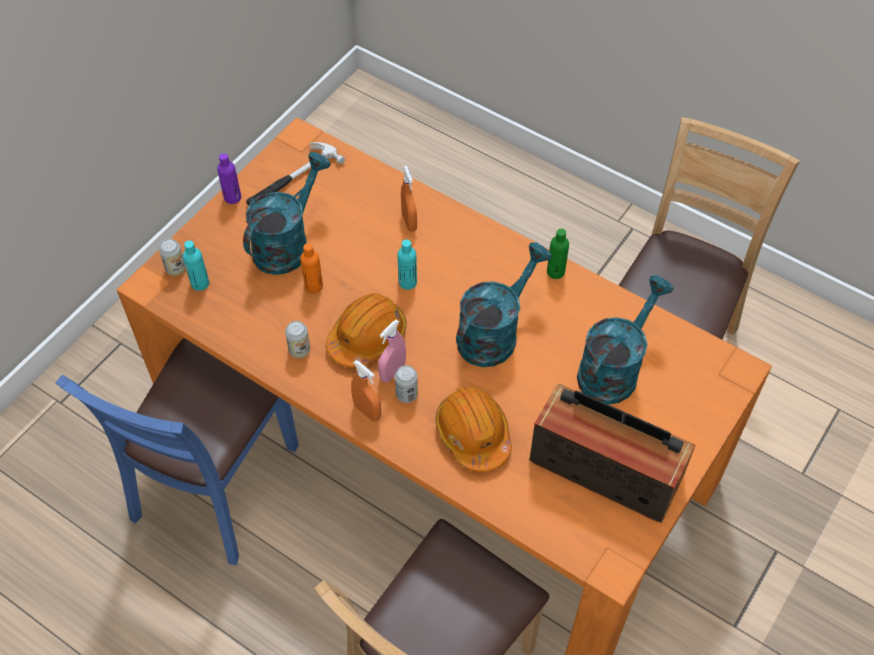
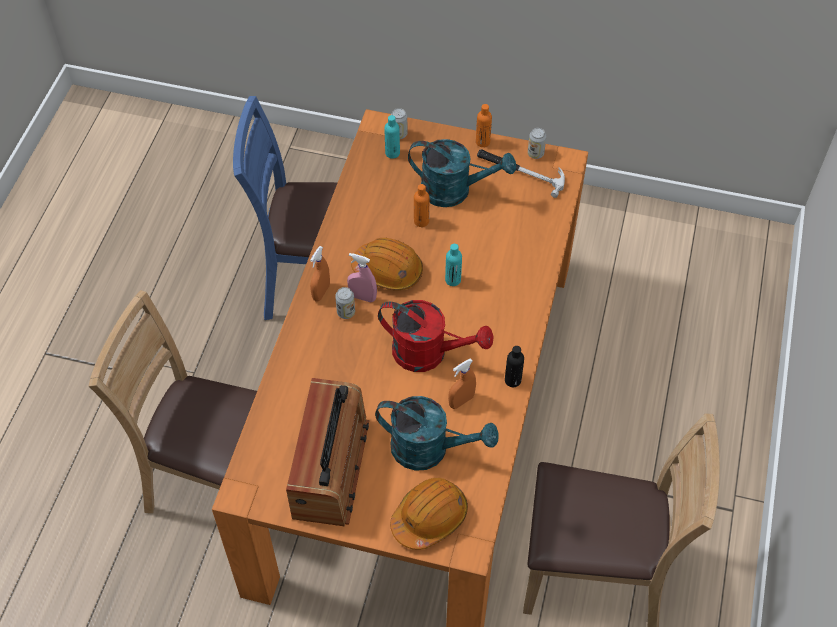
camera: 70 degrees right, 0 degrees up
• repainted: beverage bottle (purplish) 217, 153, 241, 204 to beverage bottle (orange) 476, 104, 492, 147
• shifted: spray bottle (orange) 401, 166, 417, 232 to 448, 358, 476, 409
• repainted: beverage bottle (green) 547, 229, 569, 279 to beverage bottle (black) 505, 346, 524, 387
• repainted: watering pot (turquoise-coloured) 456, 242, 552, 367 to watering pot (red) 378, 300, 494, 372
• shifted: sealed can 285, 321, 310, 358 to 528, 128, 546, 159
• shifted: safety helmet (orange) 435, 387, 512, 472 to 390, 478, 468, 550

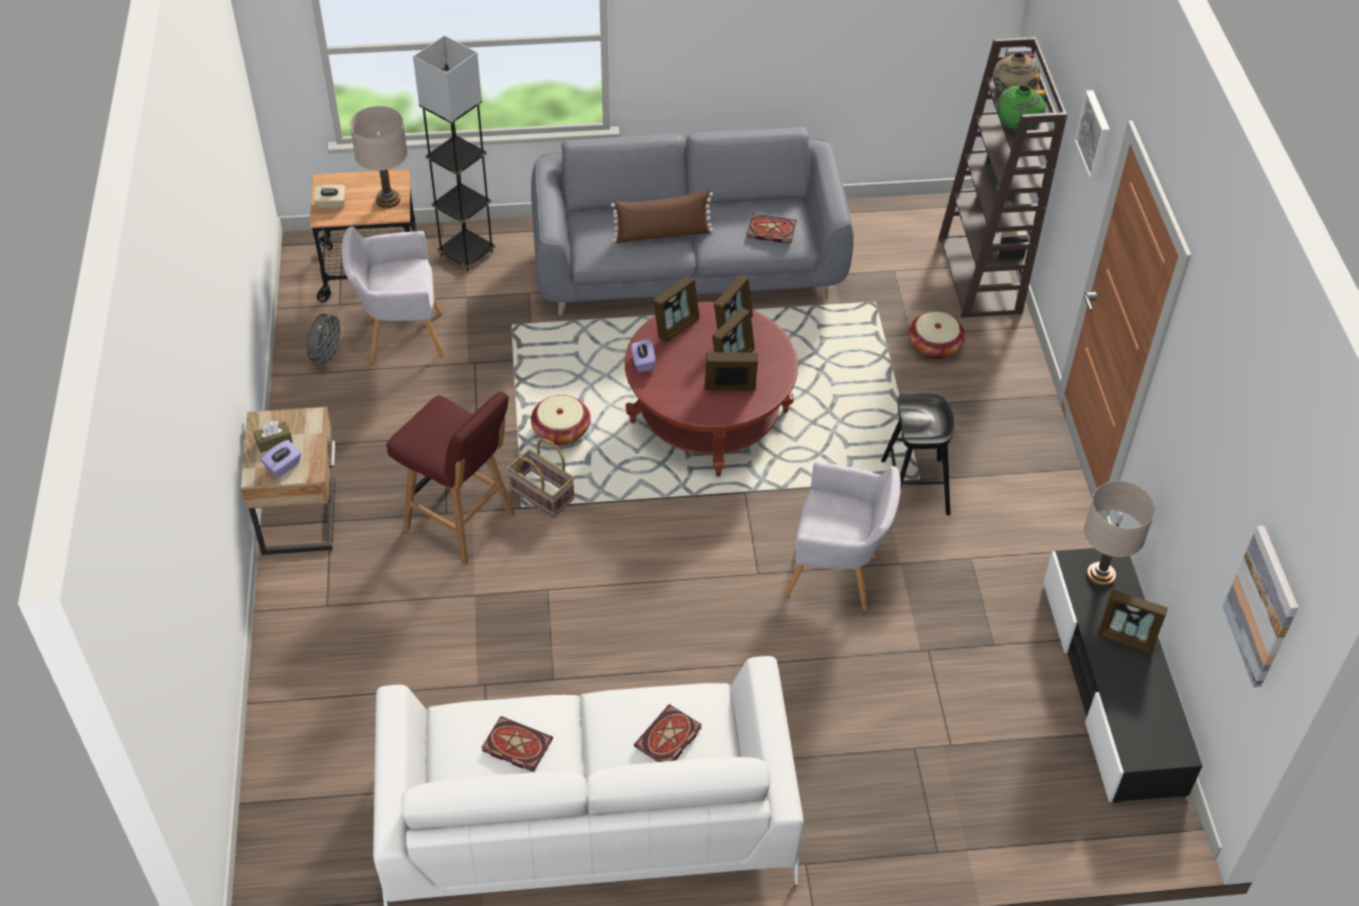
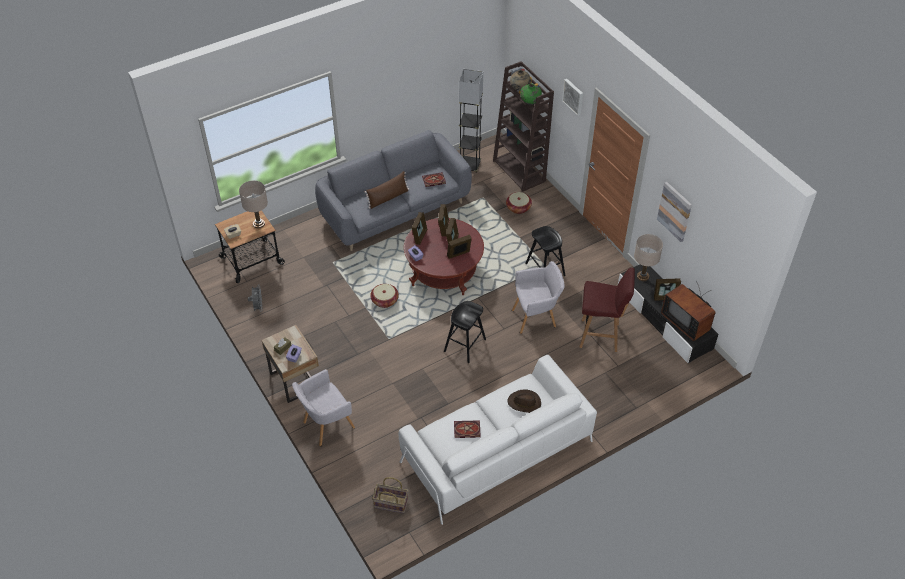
camera: 25 degrees left, 0 degrees up
• shifted: standing lamp (grey) 413, 35, 495, 271 to 459, 69, 483, 173
• shifted: easy chair (grey) 341, 227, 444, 364 to 292, 369, 355, 446
• shifted: stool seat (red) 387, 391, 515, 566 to 579, 268, 635, 352
• shifted: household basket 508, 439, 574, 518 to 372, 477, 408, 514
• shifted: wall picture 1223, 526, 1298, 687 to 657, 182, 692, 242
• swapped: bound book 634, 704, 702, 762 to hat (brownish) 507, 389, 541, 413
• new: TV set 661, 279, 716, 341
• new: stool seat (black) 444, 301, 486, 363

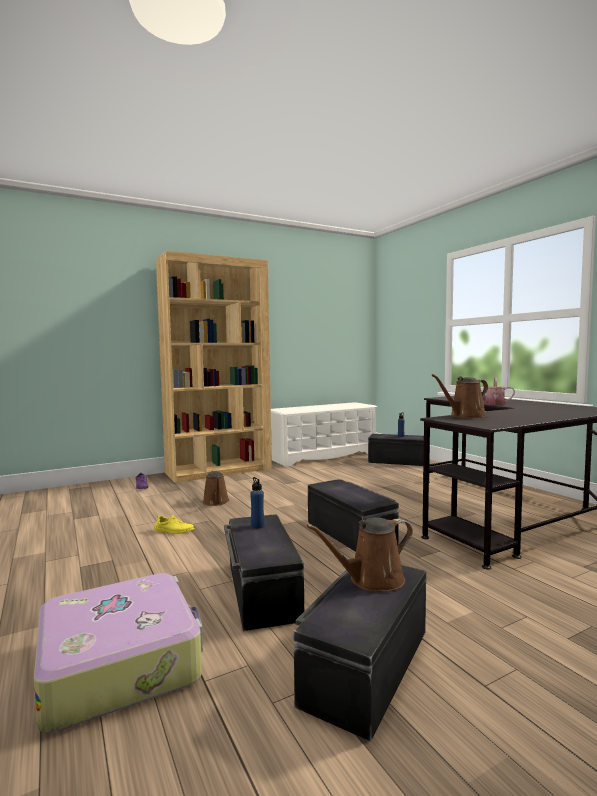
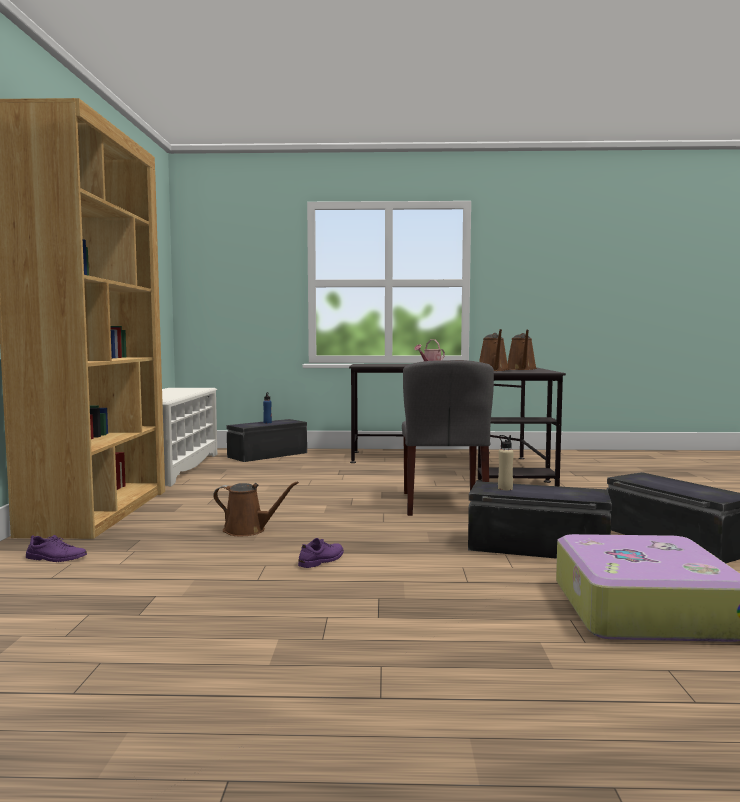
camera: 60 degrees left, 0 degrees up
• repainted: beverage bottle (bluish) 250, 477, 264, 529 to beverage bottle (sand-coloured) 498, 435, 514, 490
• swapped: storage bin (black) 308, 479, 399, 552 to chair (grey) 402, 360, 494, 516
• repainted: shoe (yellowish) 154, 515, 195, 534 to shoe (purplish) 298, 538, 344, 568
• shifted: watering pot (brownish) 307, 517, 413, 591 to 508, 330, 537, 370

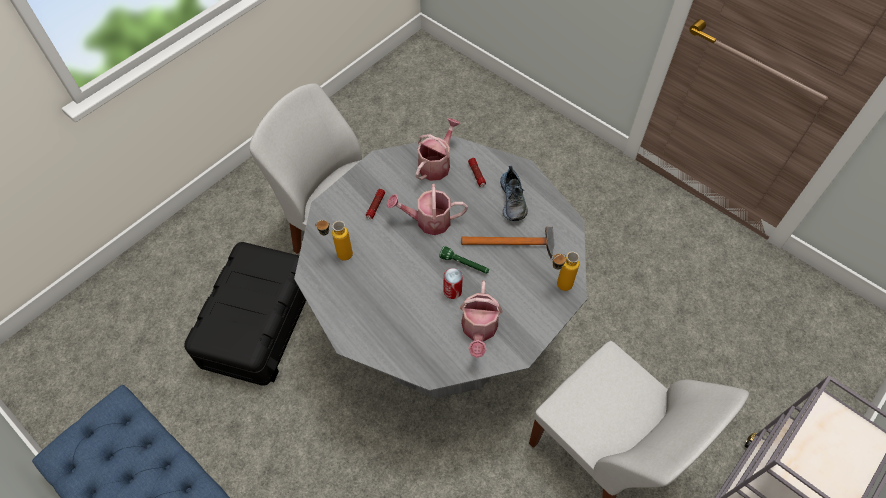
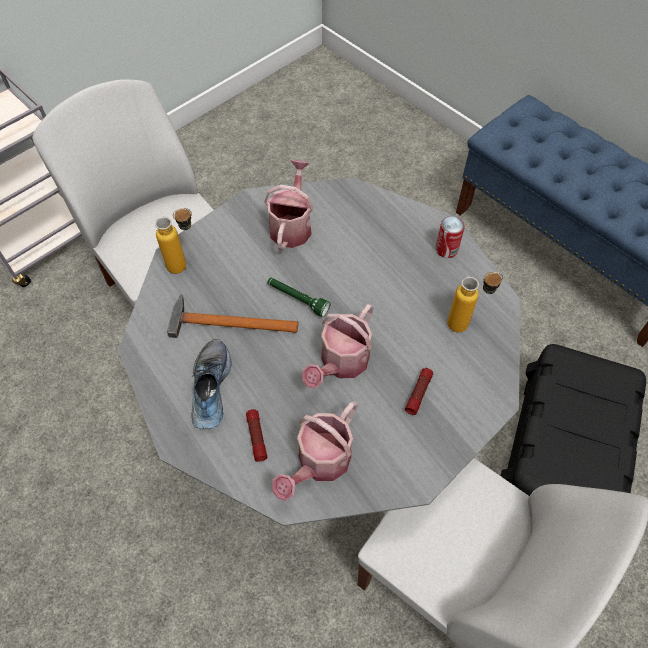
camera: 175 degrees left, 0 degrees up
• rotated: watering pot 387, 184, 468, 235 = 302, 304, 374, 389 120 degrees clockwise
• shifted: sealed can 444, 268, 463, 299 to 436, 216, 465, 258

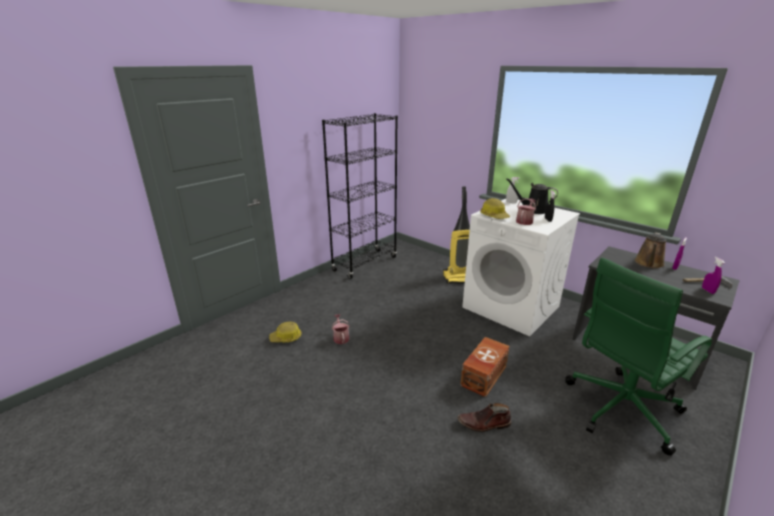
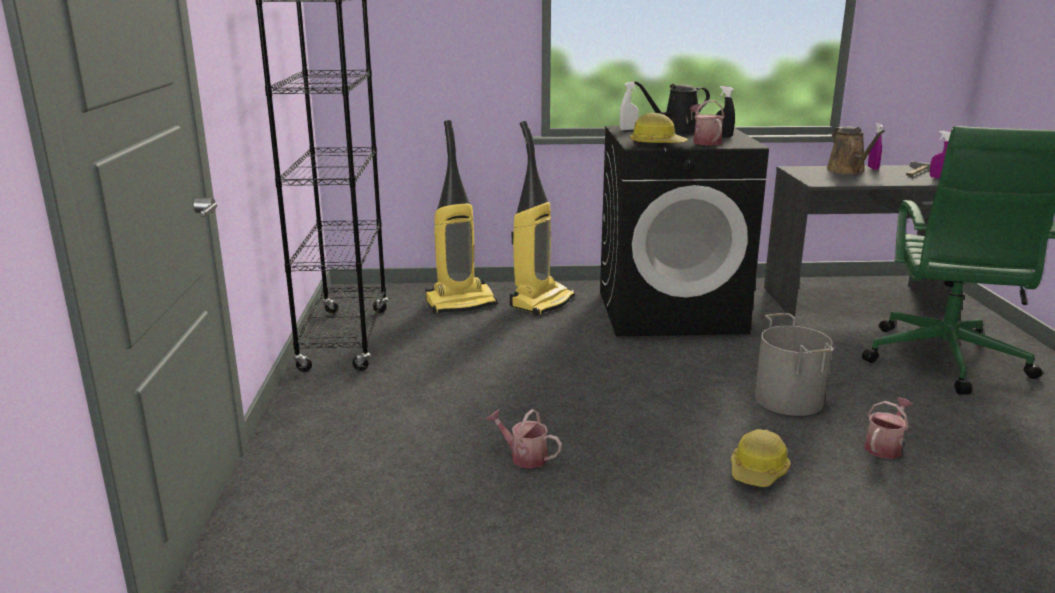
camera: 45 degrees left, 5 degrees down
• repainted: washing machine (white-coloured) 462, 199, 580, 336 to washing machine (black) 600, 126, 769, 336
• shifted: safety helmet 269, 321, 302, 342 to 731, 429, 791, 487
• swapped: storage bin (brownish) 460, 337, 510, 397 to water bucket (grey) 755, 313, 834, 416
• swapped: boot (brownish) 457, 403, 511, 432 to watering pot 864, 397, 912, 459
• new: vacuum cleaner 425, 120, 497, 314

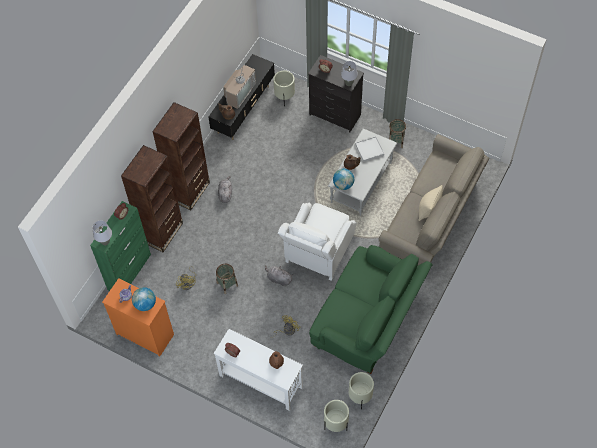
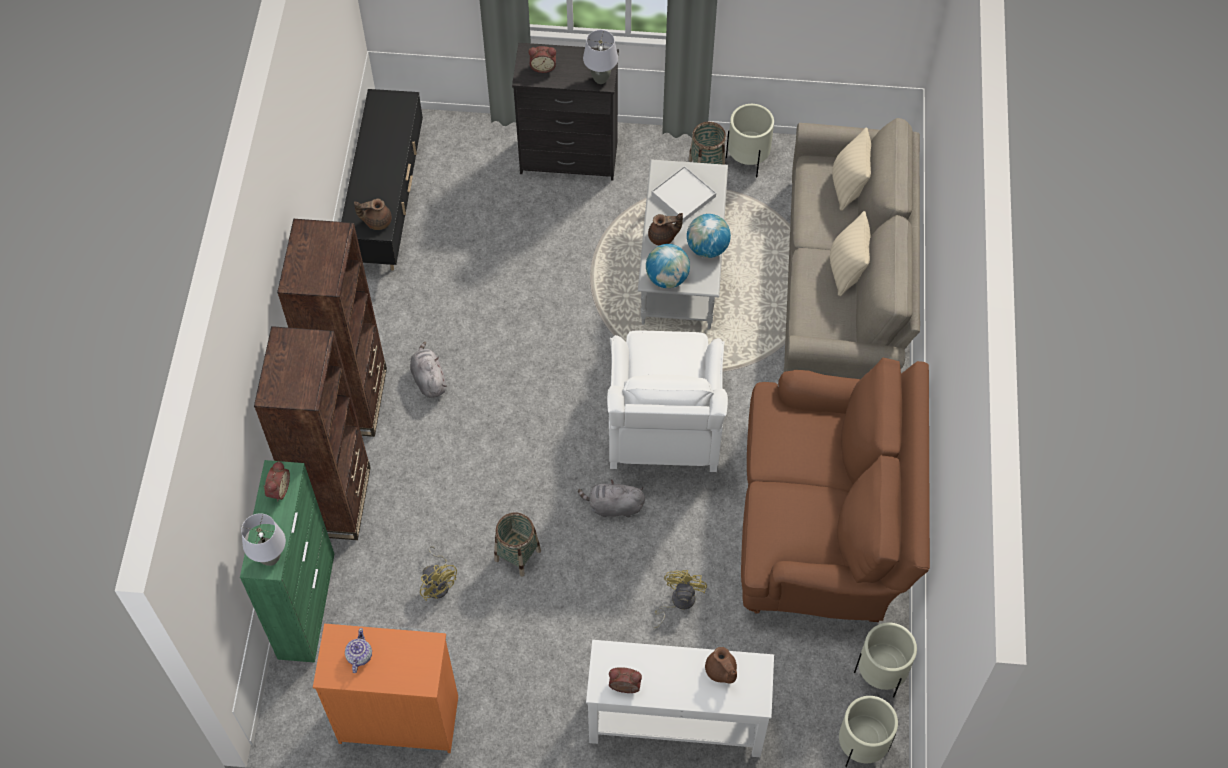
camera: 25 degrees left, 0 degrees up
• gone: TV set 223, 60, 256, 109
• shifted: flower pot (sand-coloured) 273, 70, 295, 107 to 726, 104, 774, 178
• repainted: settee (green) 309, 245, 433, 374 to settee (brownish) 741, 358, 930, 622
• shifted: world globe 132, 287, 156, 311 to 687, 214, 731, 258
• new: cushion (sand-coloured) 832, 127, 871, 211

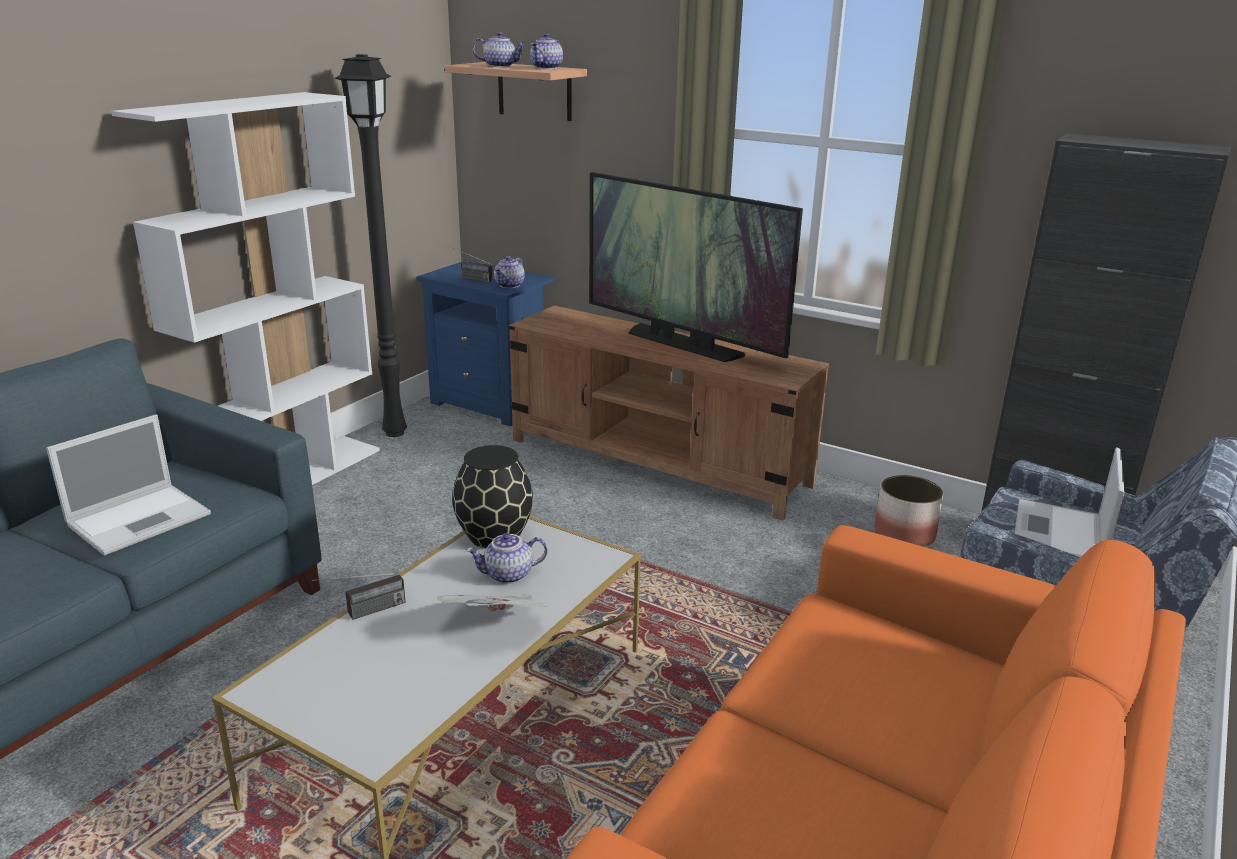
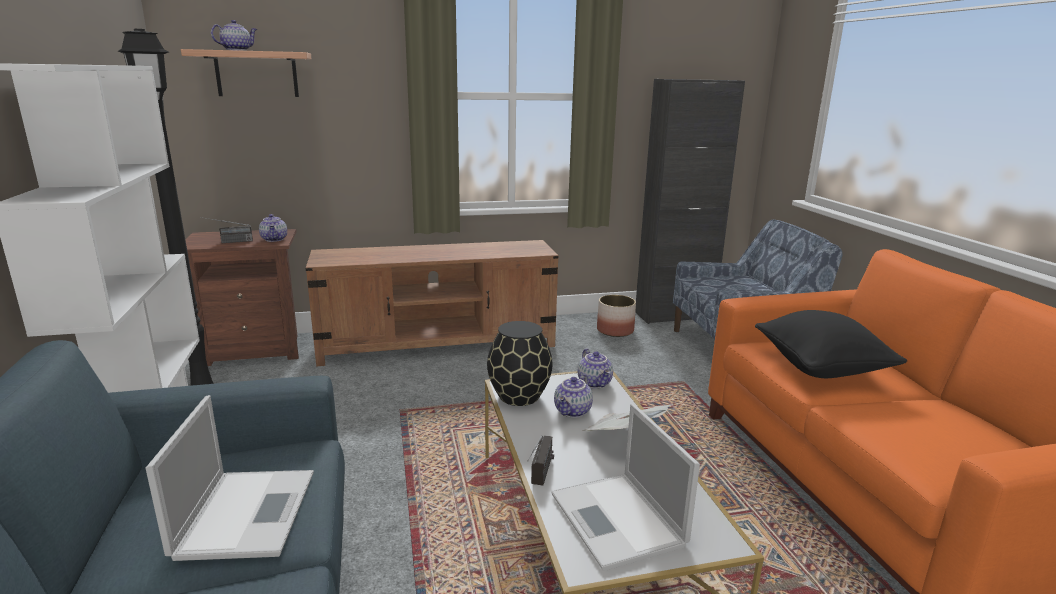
camera: 45 degrees left, 5 degrees down
• shifted: pot for tea 530, 33, 563, 69 to 578, 349, 613, 389
• gone: TV set 589, 172, 803, 362
• repainted: nightstand (bluish) 416, 260, 555, 426 to nightstand (brownish) 185, 229, 299, 366
• shifted: laptop 1015, 447, 1125, 557 to 551, 404, 700, 571
• new: cushion (black) 755, 310, 907, 378

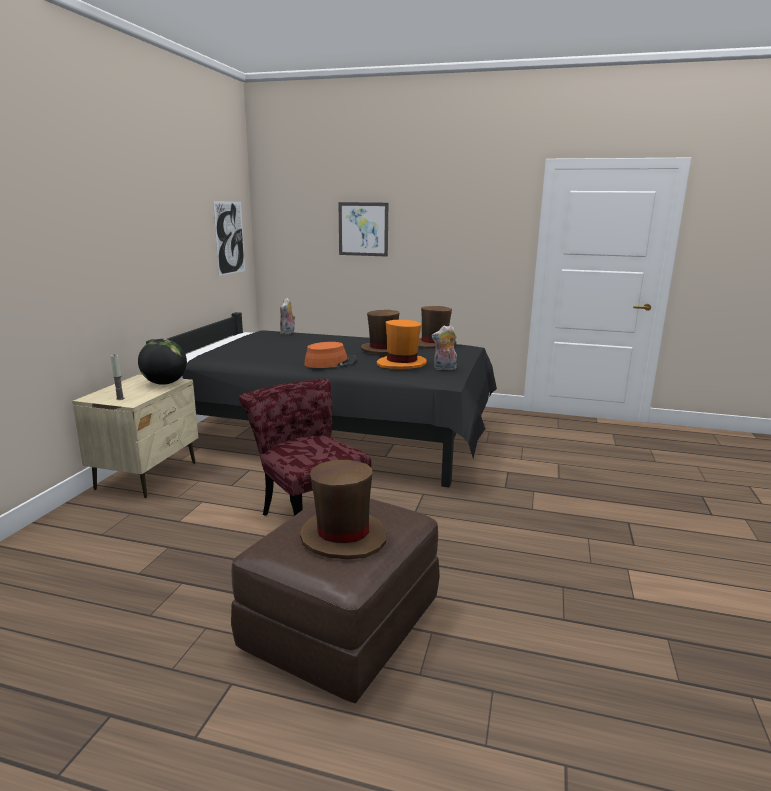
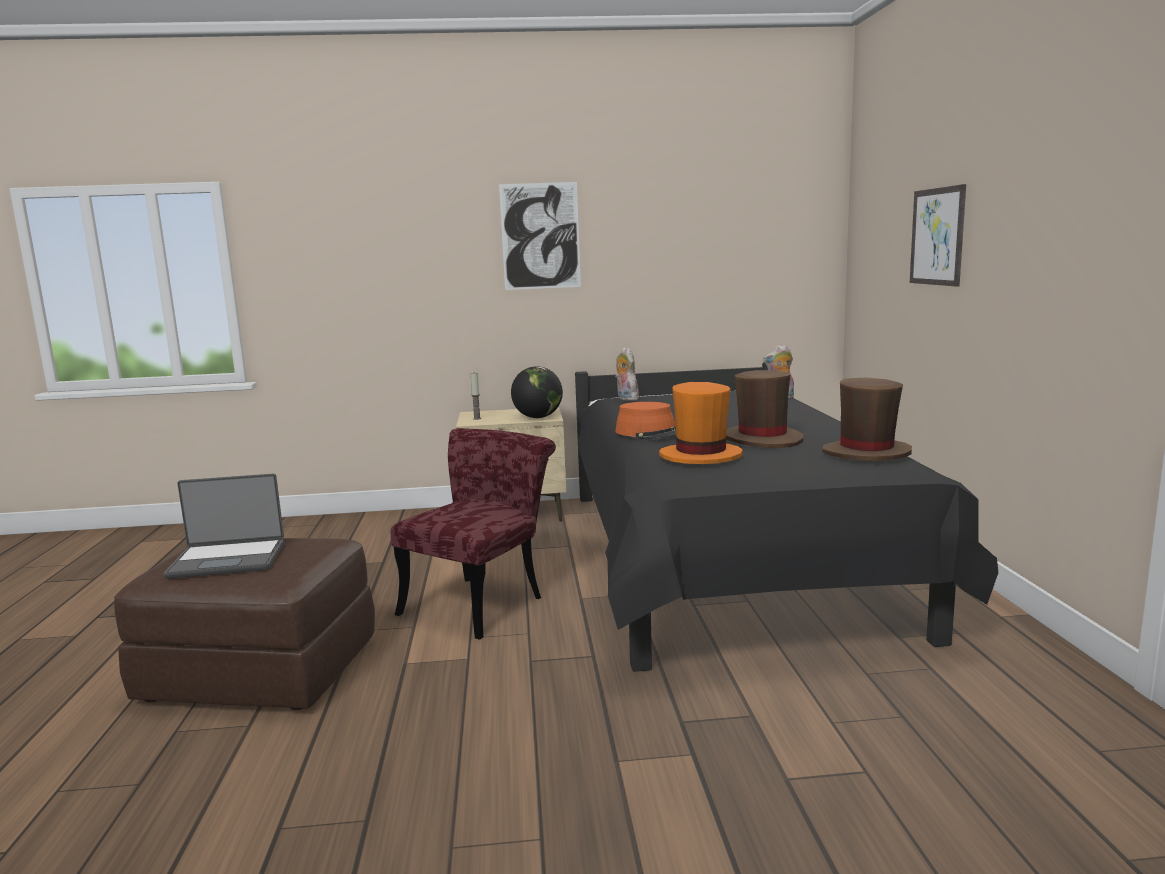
camera: 70 degrees right, 5 degrees down
• shifted: wall picture 213, 201, 245, 276 to 499, 182, 581, 290
• shifted: plush toy 431, 325, 457, 370 to 615, 347, 639, 401
• swapped: hat (brownish) 300, 460, 386, 559 to laptop 164, 473, 284, 579

